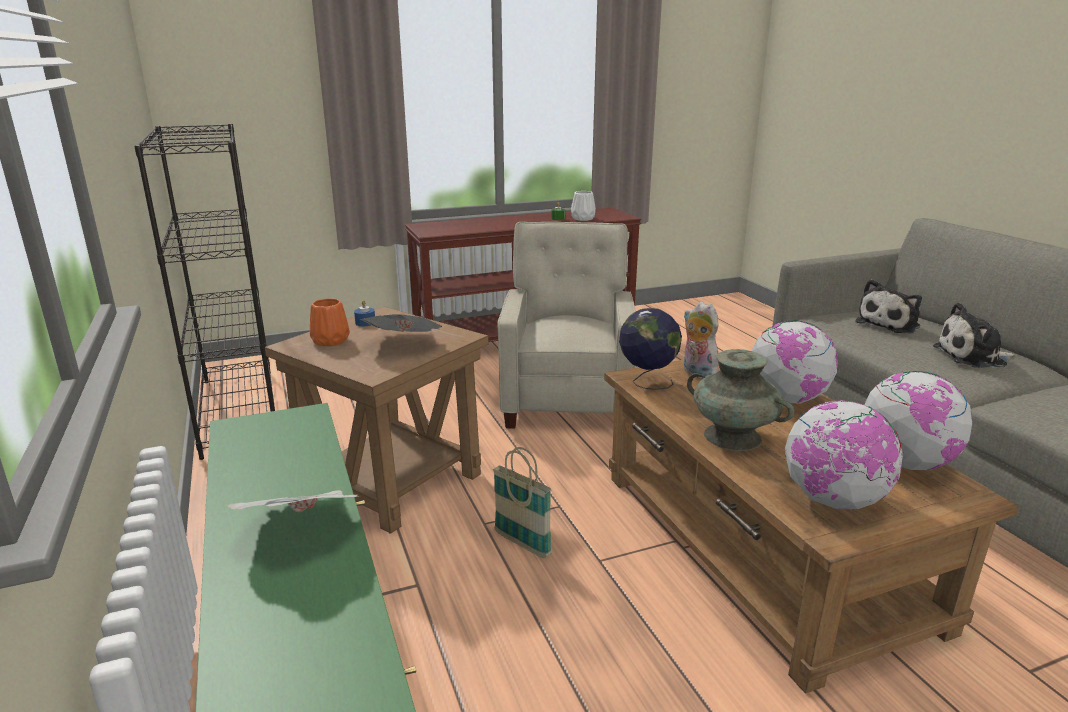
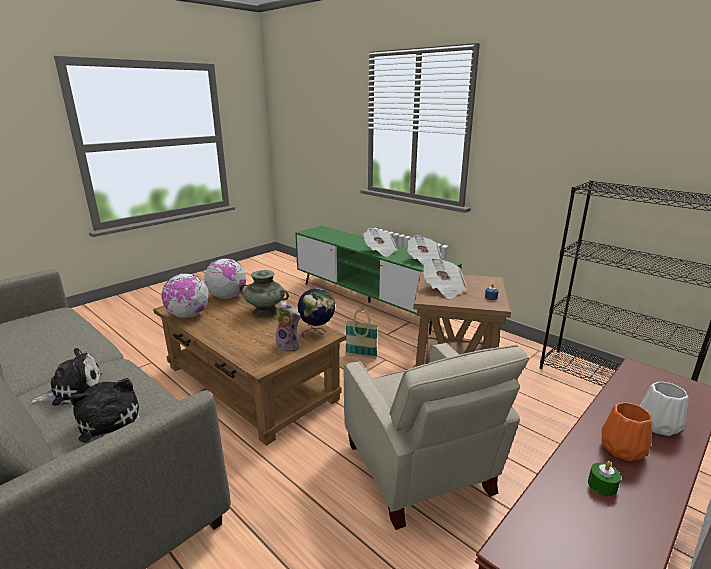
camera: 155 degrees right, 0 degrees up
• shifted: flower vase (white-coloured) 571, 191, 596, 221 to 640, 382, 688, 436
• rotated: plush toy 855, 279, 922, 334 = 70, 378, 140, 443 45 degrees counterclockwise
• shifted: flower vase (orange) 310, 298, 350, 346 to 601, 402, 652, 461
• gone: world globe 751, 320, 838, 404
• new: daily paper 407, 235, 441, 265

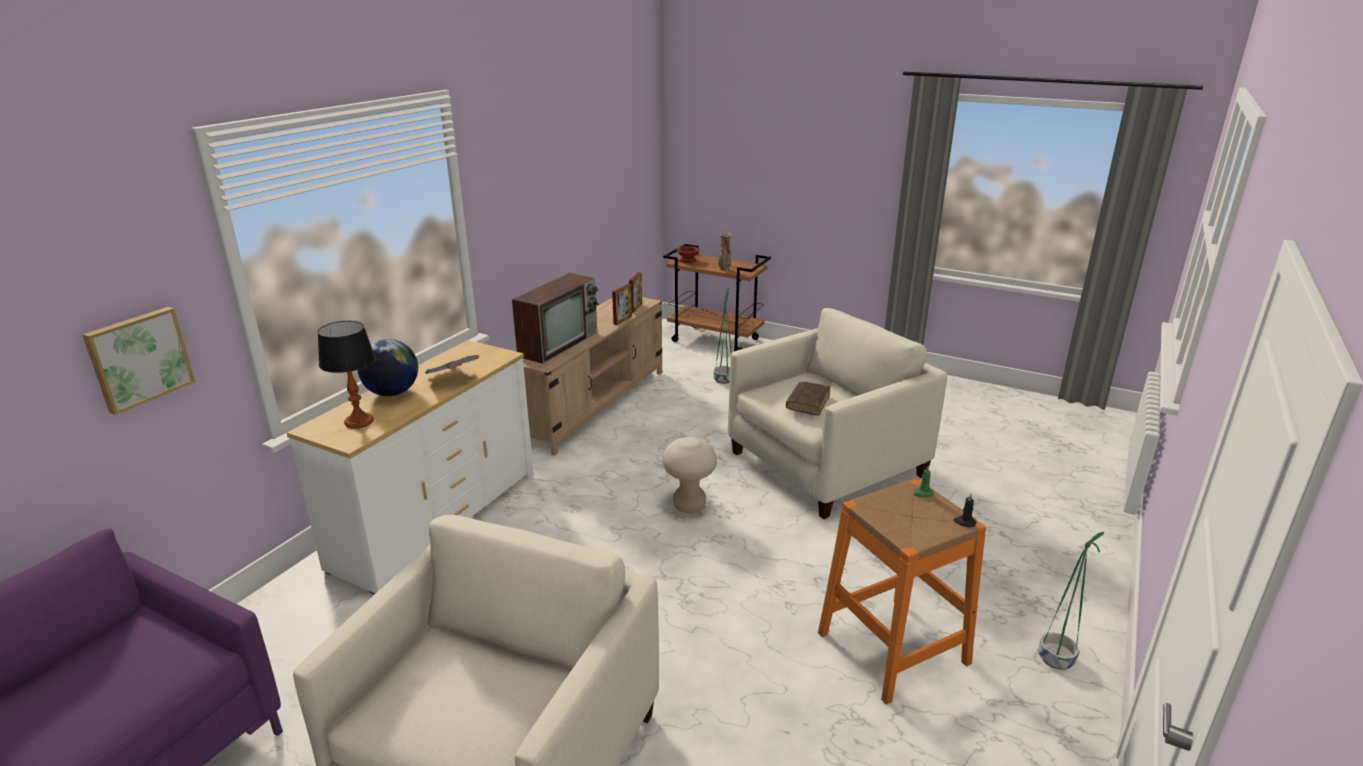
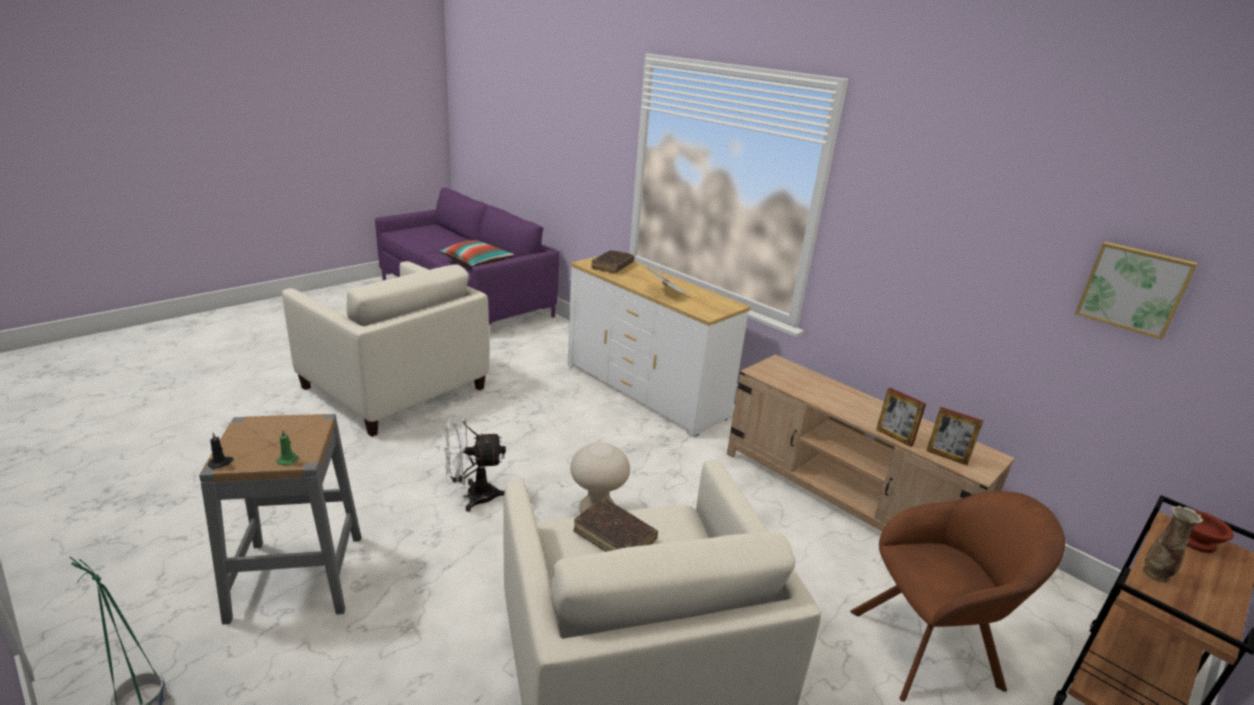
camera: 105 degrees right, 0 degrees up
• gone: TV set 512, 273, 599, 364
• swapped: flower pot (green) 713, 288, 732, 384 to easy chair (brownish) 850, 491, 1065, 702
• shifted: wall picture 82, 307, 195, 415 to 1075, 242, 1198, 340
• swapped: tabletop lamp 318, 321, 376, 429 to bound book (brownish) 591, 250, 635, 273
• gone: world globe 358, 339, 418, 396
• repainted: stool seat (orange) 818, 479, 986, 705 to stool seat (grey) 199, 414, 361, 625
• new: cushion 438, 240, 514, 267
• new: electric fan (white-coloured) 444, 416, 506, 512

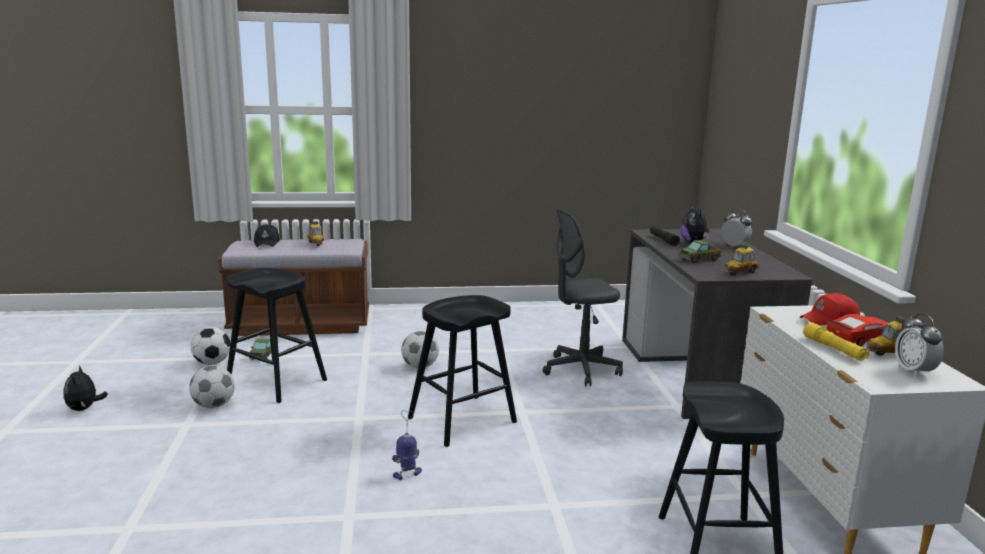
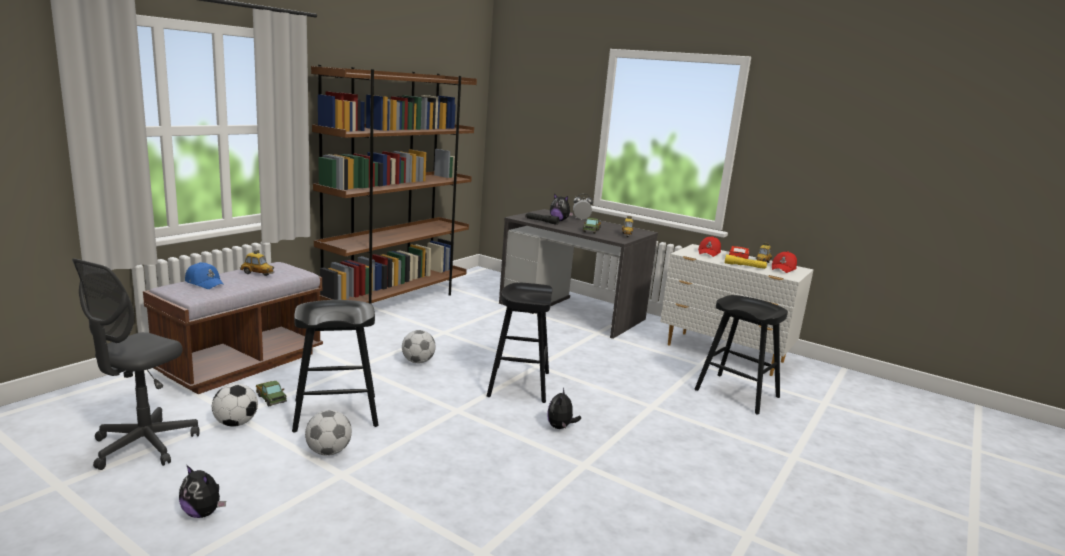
camera: 50 degrees left, 0 degrees up
• shifted: office chair (grey) 543, 208, 623, 386 to 72, 258, 200, 470
• repainted: peaked cap (black) 254, 224, 280, 247 to peaked cap (bluish) 185, 262, 224, 289
• swapped: table clock 895, 313, 944, 377 to peaked cap (red) 772, 251, 797, 273
• swapped: model robot 392, 410, 422, 480 to plush toy 547, 387, 581, 429
• new: shelving unit (brownish) 311, 65, 477, 304

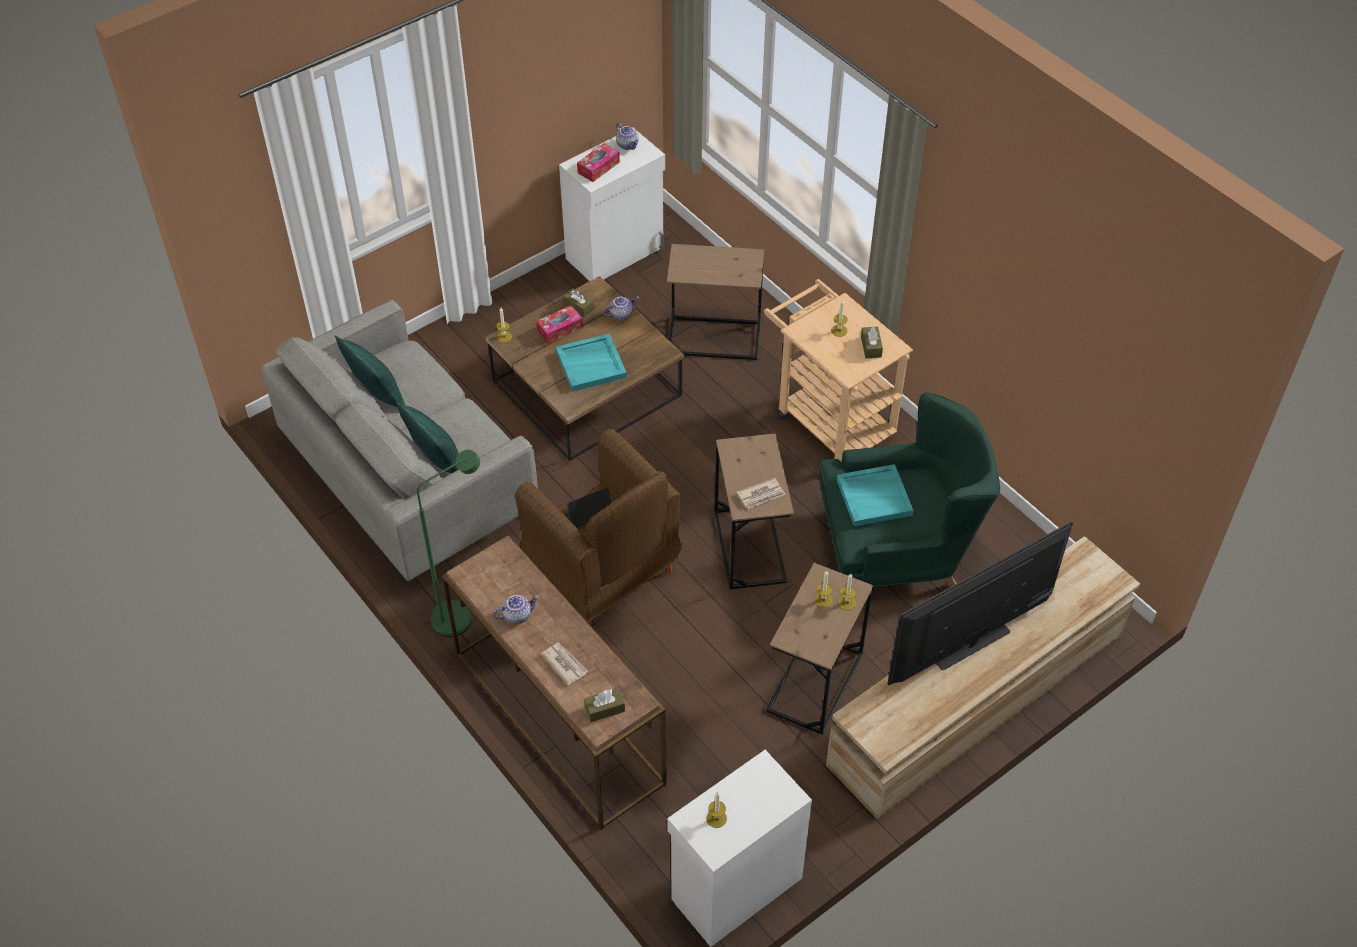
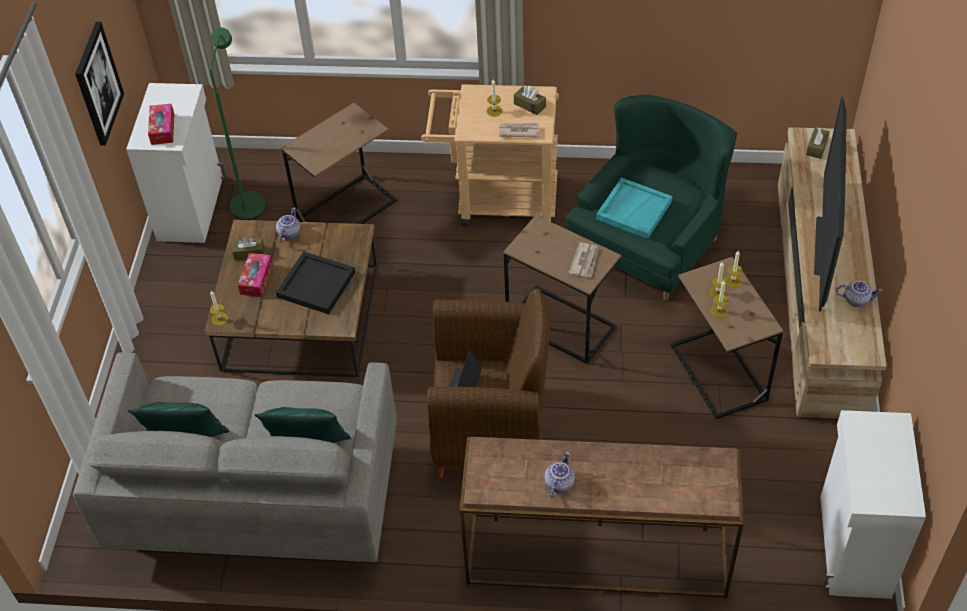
camera: 45 degrees left, 0 degrees up
• shifted: pot for tea 616, 123, 639, 150 to 836, 281, 883, 307
• repainted: serving tray (turquoise-coloured) 556, 334, 627, 392 to serving tray (black) 276, 251, 355, 314
• shifted: standing lamp (green) 417, 450, 480, 637 to 210, 28, 265, 220
• shifted: daily paper 541, 643, 588, 685 to 499, 123, 539, 137
• shifted: box of tissues (brownish) 584, 688, 625, 722 to 806, 128, 830, 159
• shifted: wax candle 706, 791, 727, 828 to 710, 281, 729, 318
• new: wall picture 75, 22, 124, 146

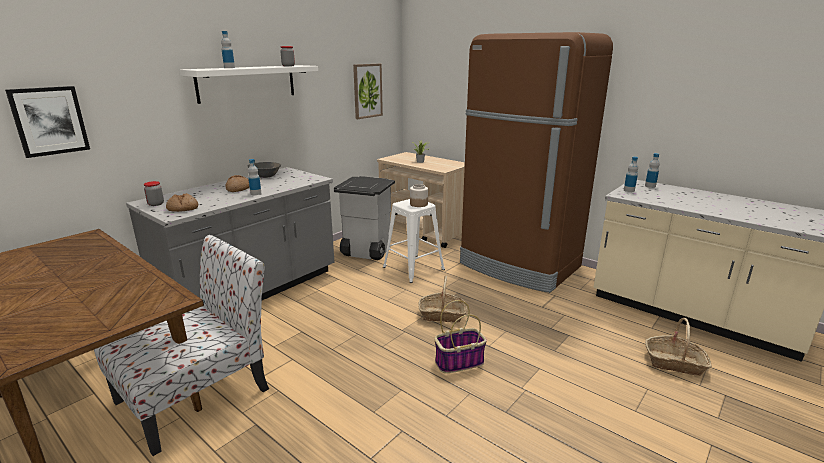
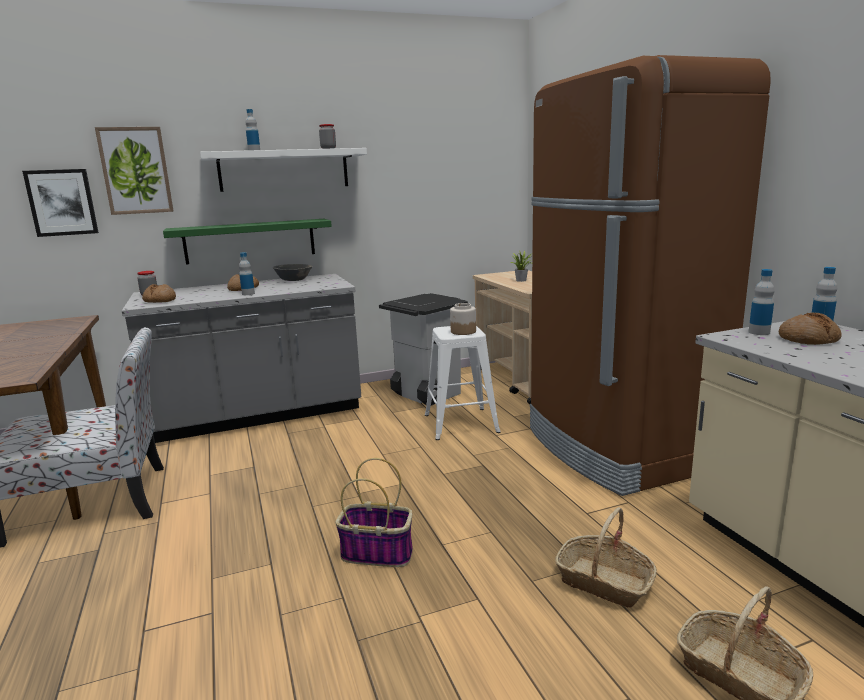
camera: 30 degrees right, 5 degrees down
• shifted: wall picture 353, 64, 383, 119 to 95, 127, 173, 215
• shifted: household basket 419, 276, 467, 322 to 555, 507, 657, 608
• new: shelf (green) 163, 219, 332, 265
• new: bread 779, 312, 842, 345

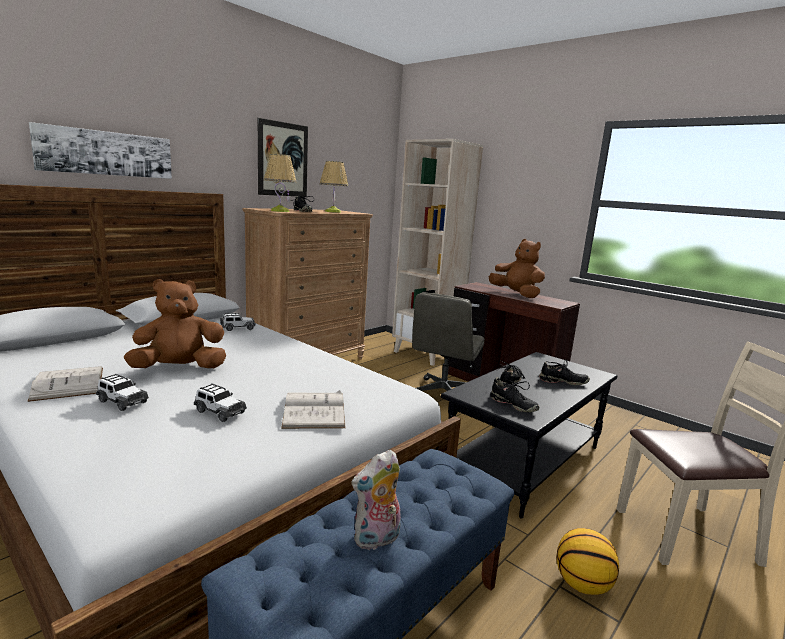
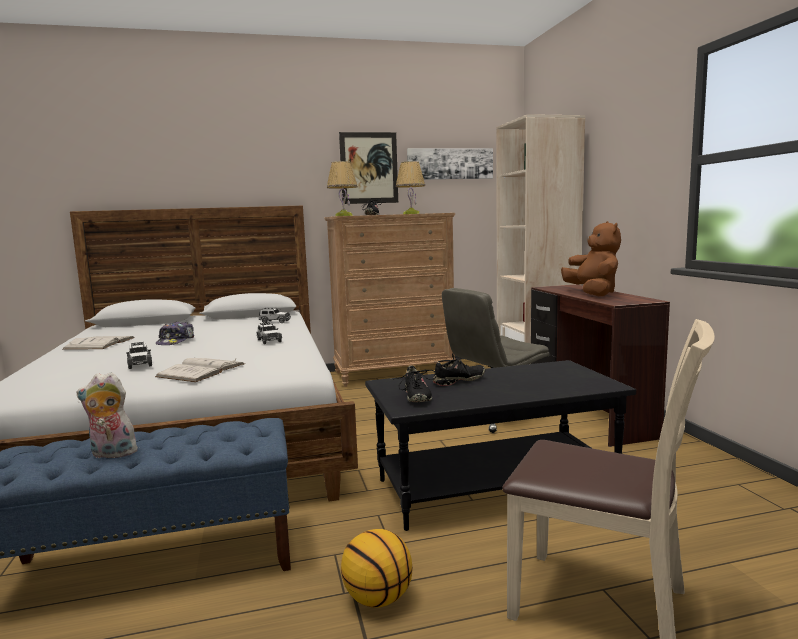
camera: 35 degrees right, 5 degrees down
• shifted: wall picture 29, 122, 172, 179 to 407, 148, 493, 180
• swapped: plush toy (brownish) 124, 279, 226, 368 to peaked cap 156, 321, 194, 345
• gone: shoe (black) 539, 359, 590, 385
• shifted: model car 96, 374, 149, 411 to 256, 322, 282, 344

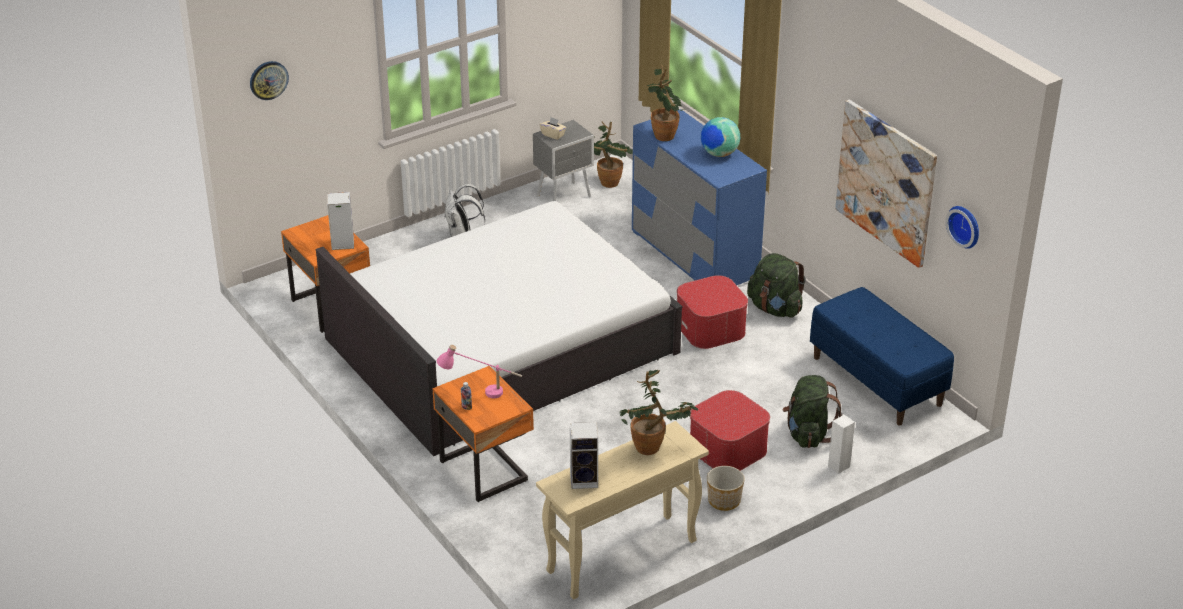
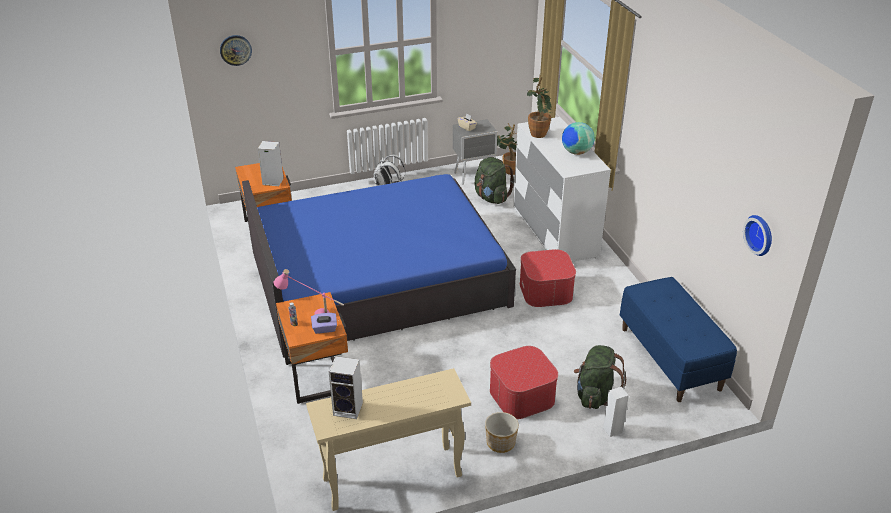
camera: 15 degrees right, 0 degrees up
• gone: wall picture 835, 100, 937, 268
• repainted: drawer chest (bluish) 632, 109, 767, 285 to drawer chest (white-coloured) 513, 117, 611, 262
• repainted: sleeping bed (white-coloured) 315, 201, 683, 456 to sleeping bed (bluish) 242, 174, 516, 358
• shifted: backpack (green) 747, 253, 806, 318 to 474, 157, 515, 204
• gone: houseplant 619, 370, 699, 455
• new: box of tissues (purplish) 311, 313, 337, 334

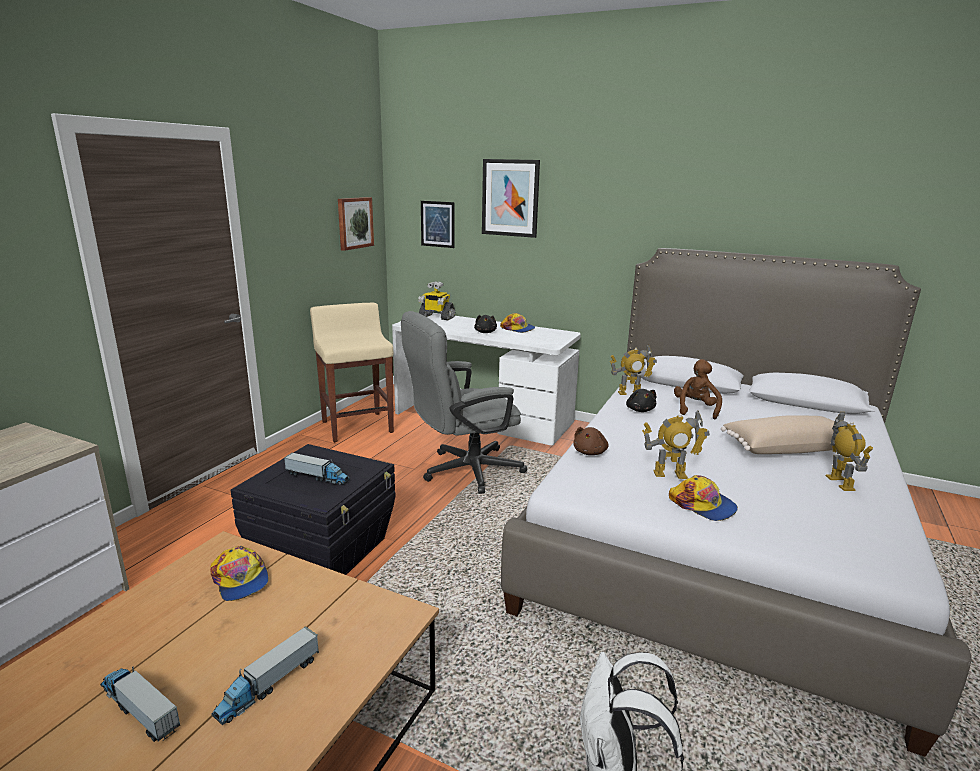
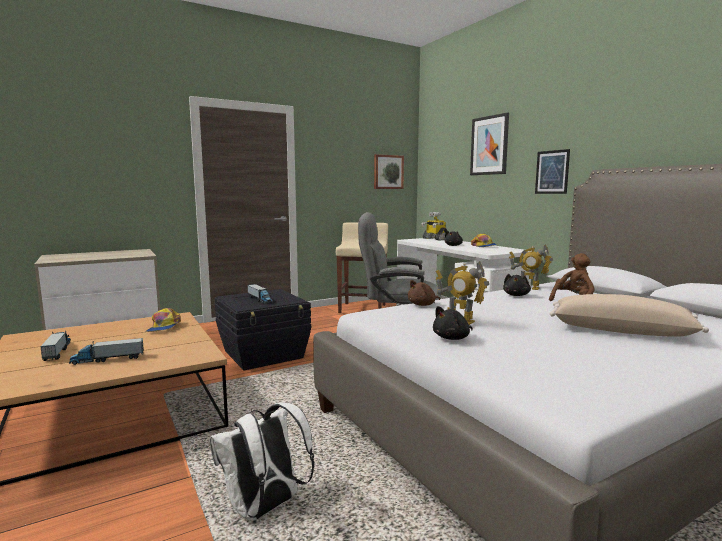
camera: 35 degrees right, 10 degrees down
• shifted: wall picture 421, 201, 454, 248 to 535, 149, 570, 194
• gone: model robot 826, 412, 873, 491
• swapped: peaked cap 669, 475, 738, 521 to plush toy (black) 433, 306, 473, 340

